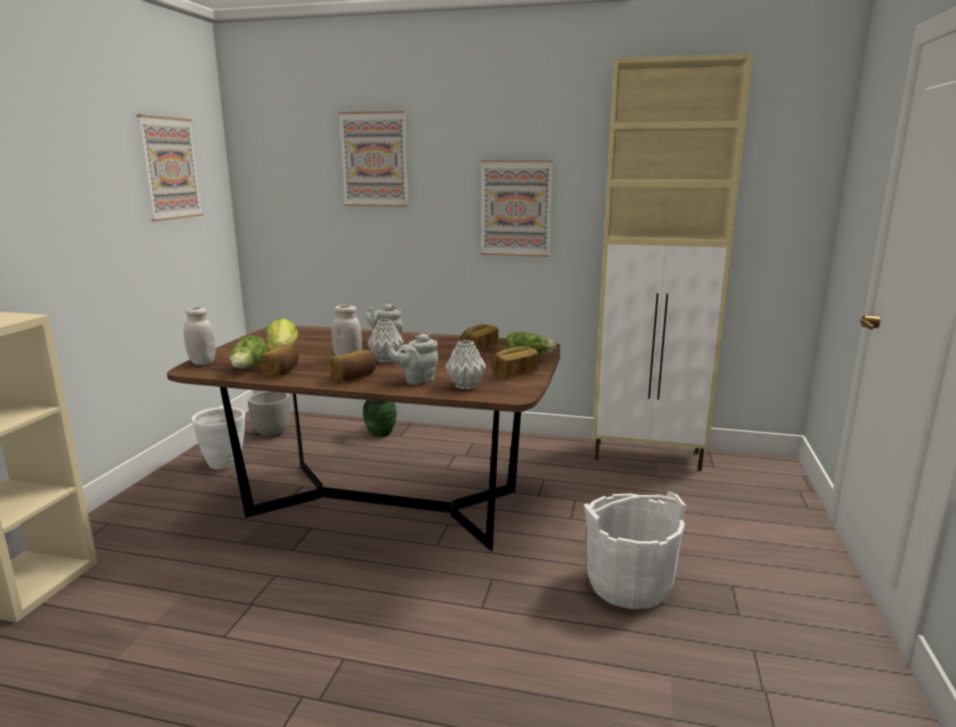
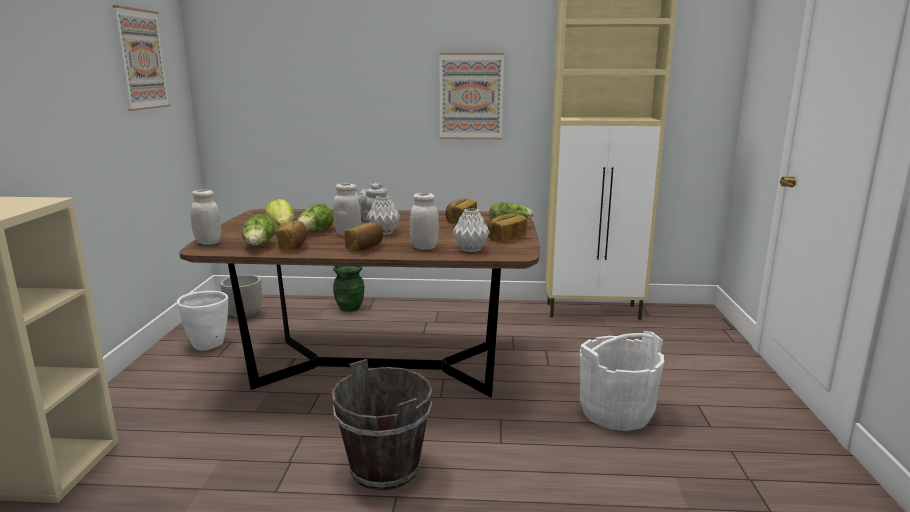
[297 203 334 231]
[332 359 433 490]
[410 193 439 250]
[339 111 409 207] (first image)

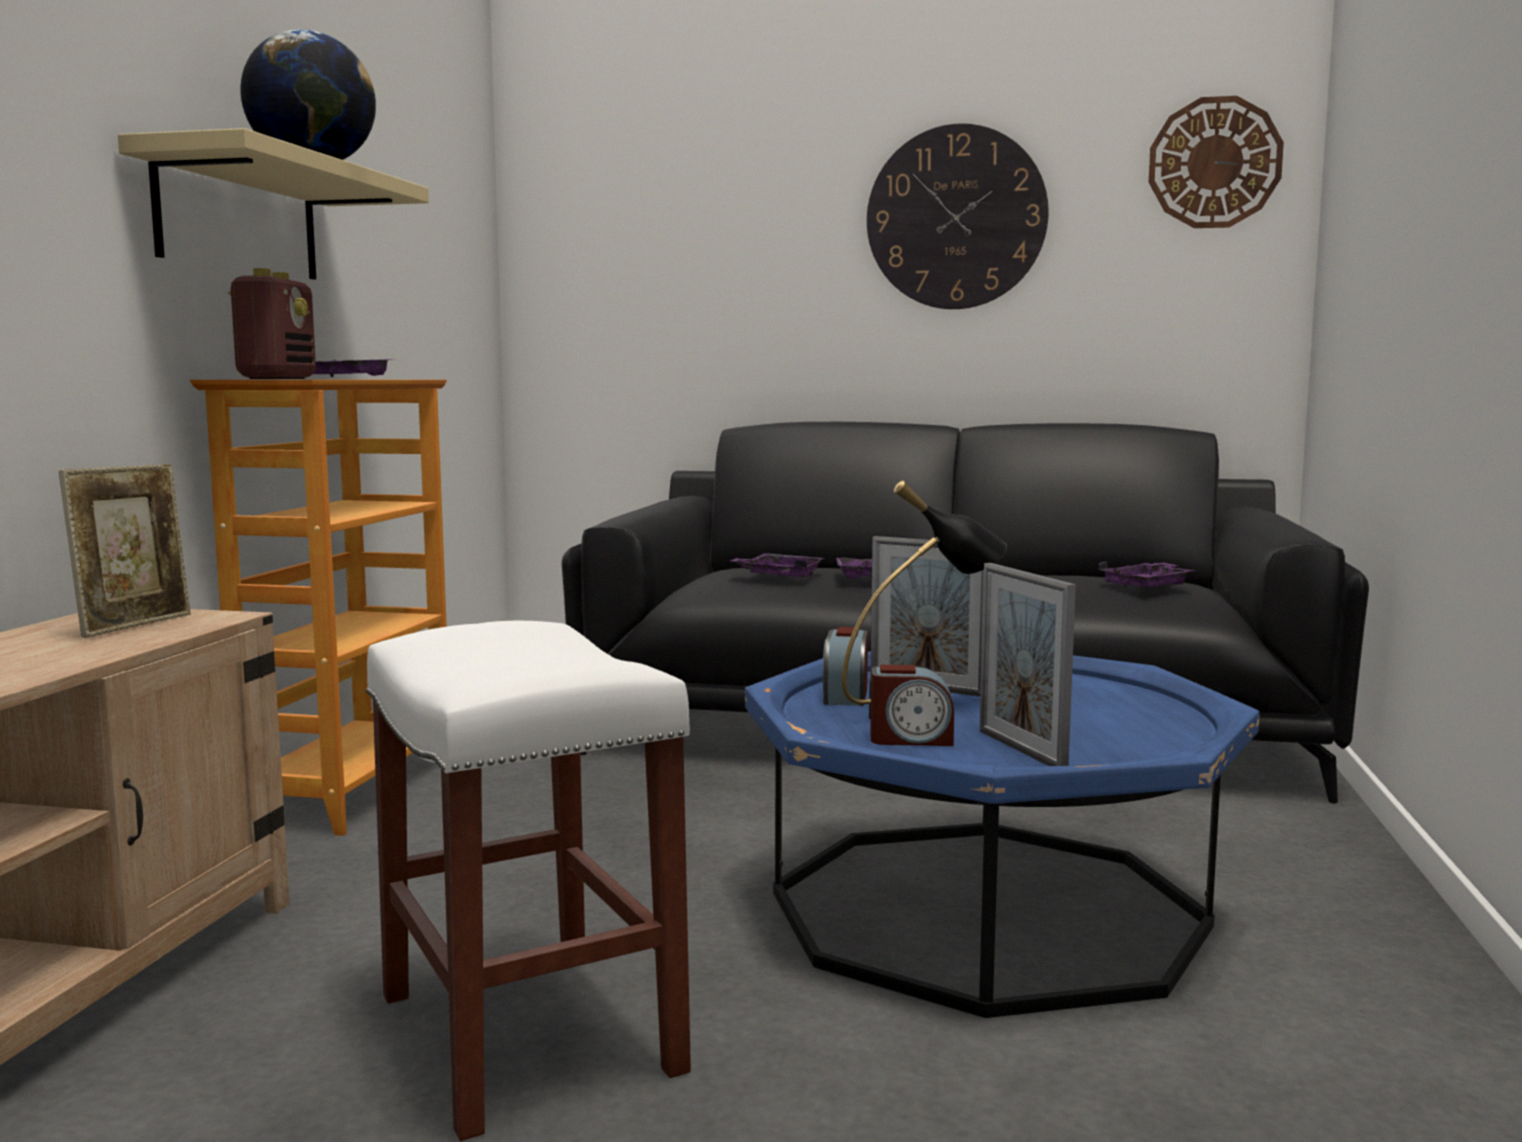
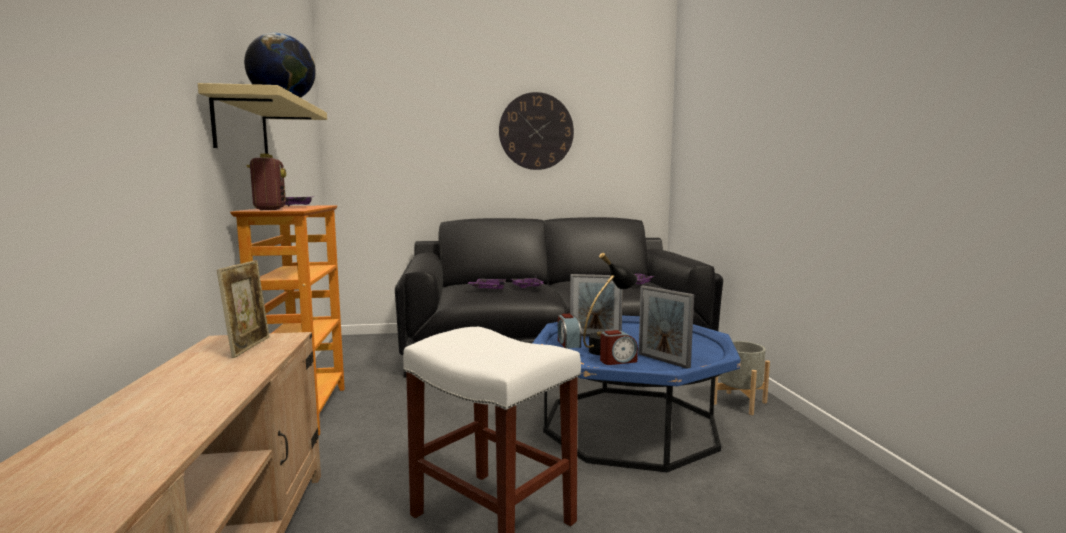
[714 341 770 415]
[1149 96 1284 228] (first image)

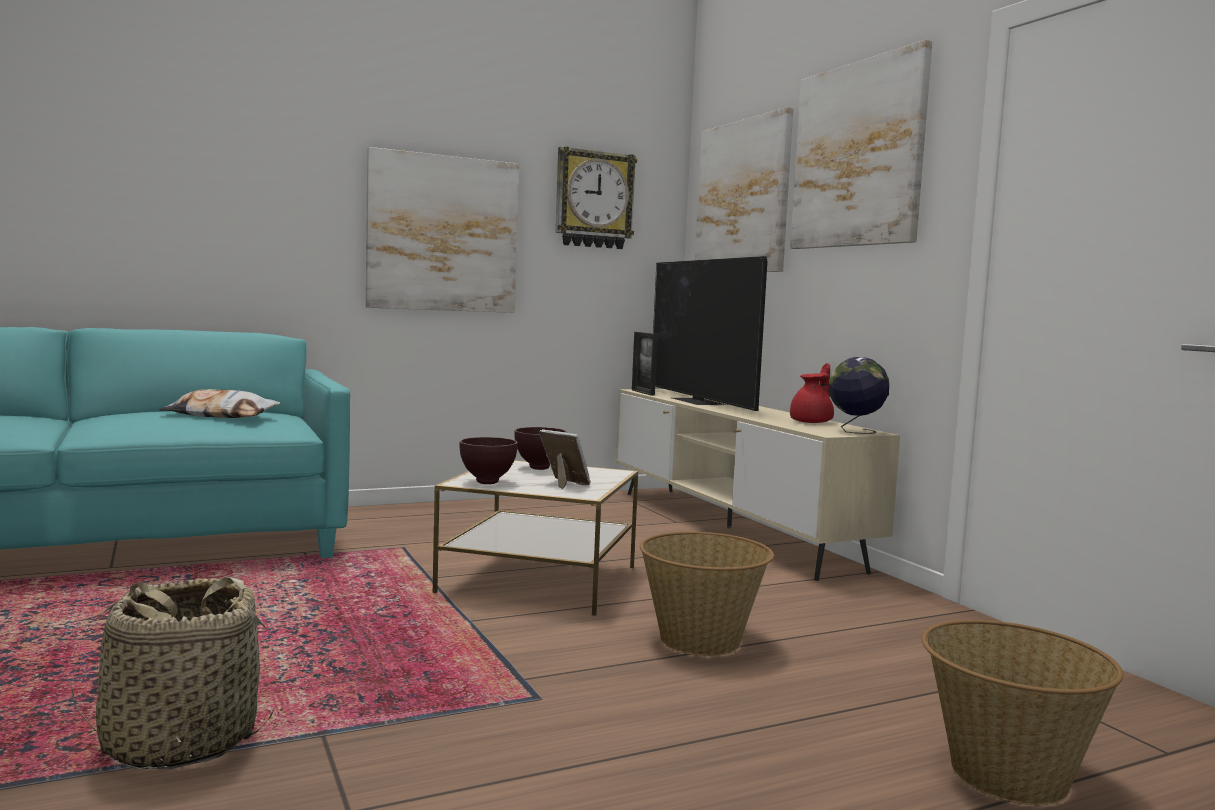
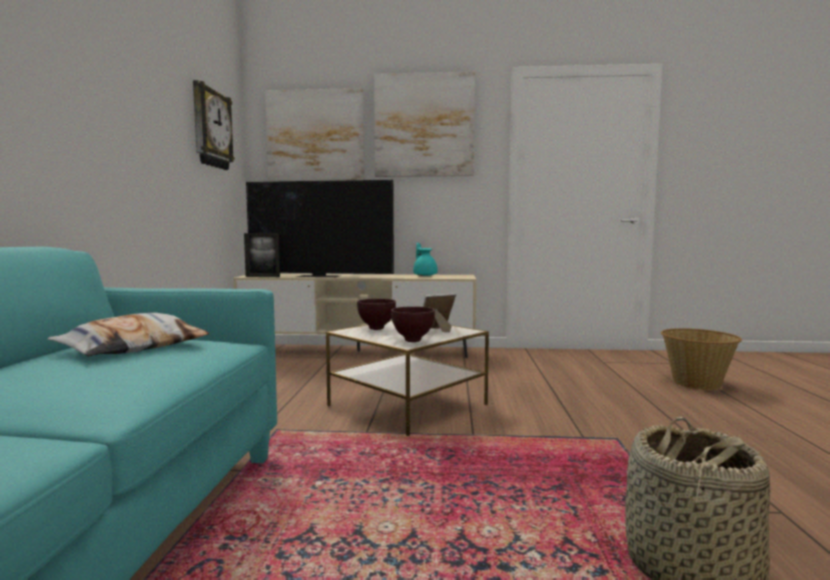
[413 242 438 276]
[366 147 519 313] (first image)
[640 532 774 656] (first image)
[829 357 889 434] (first image)

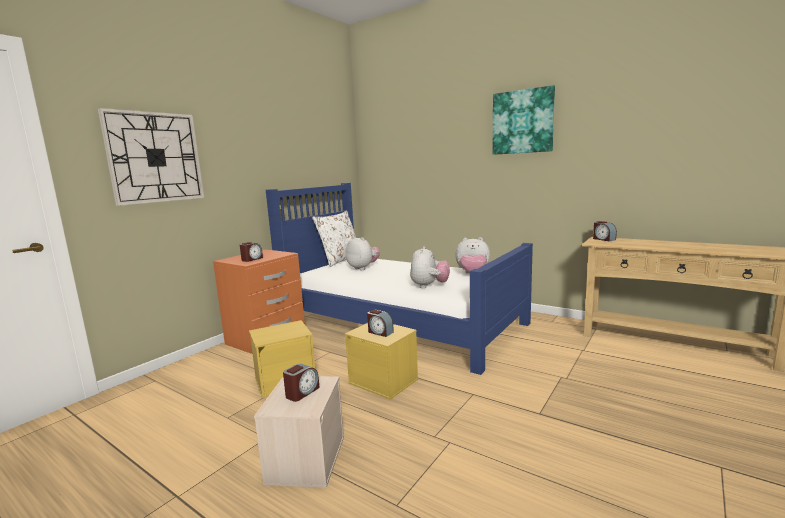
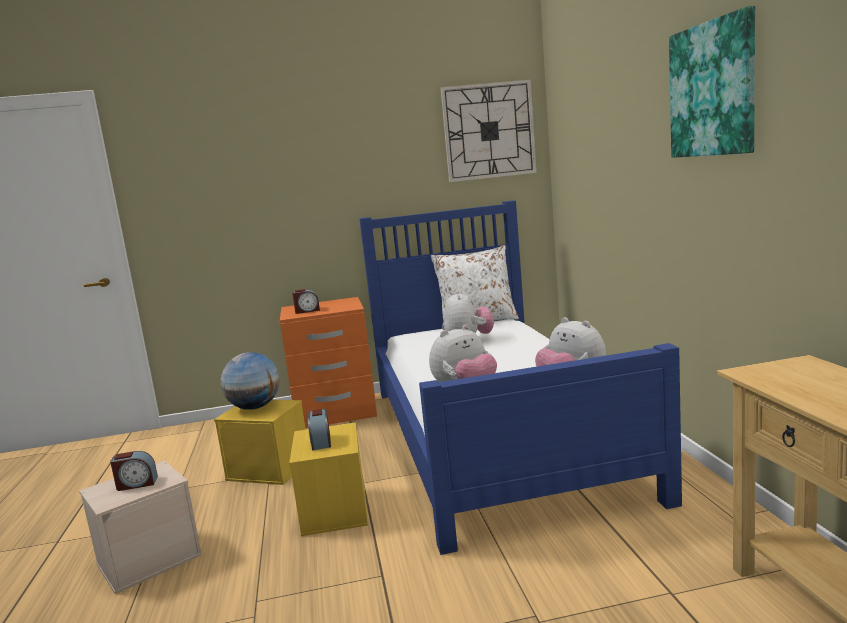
[221 352 280 410]
[441 80 537 182]
[593 221 617 241] (first image)

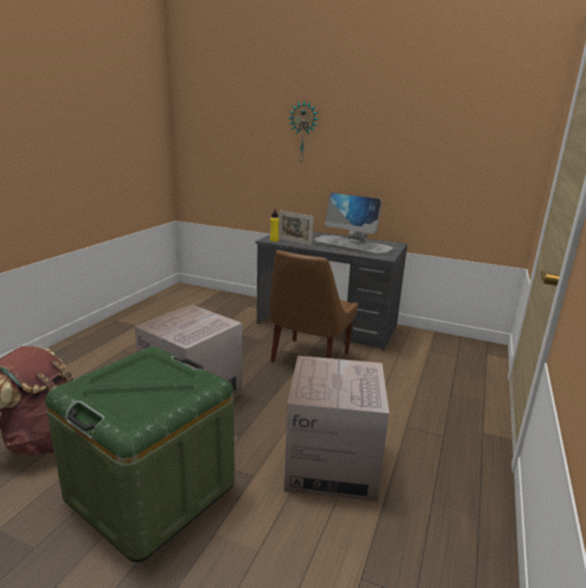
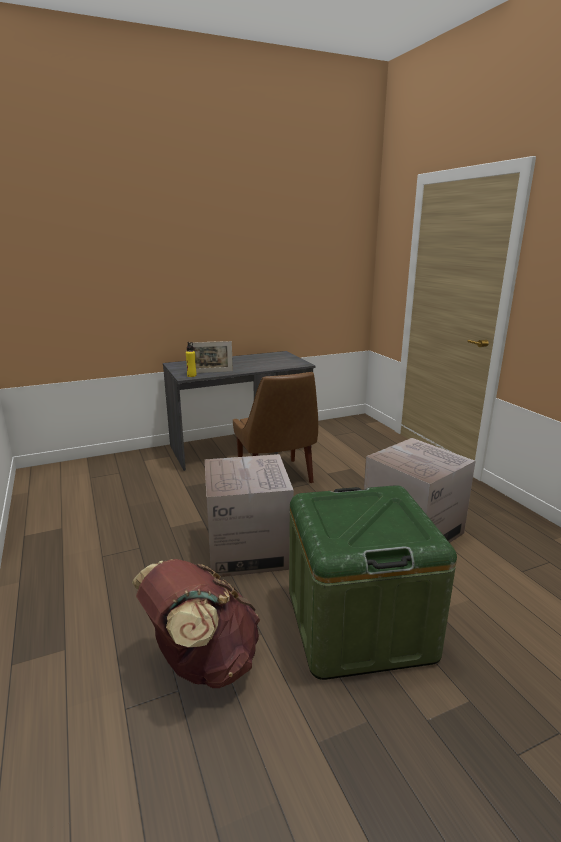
[288 100 318 164] (first image)
[314 193 394 257] (first image)

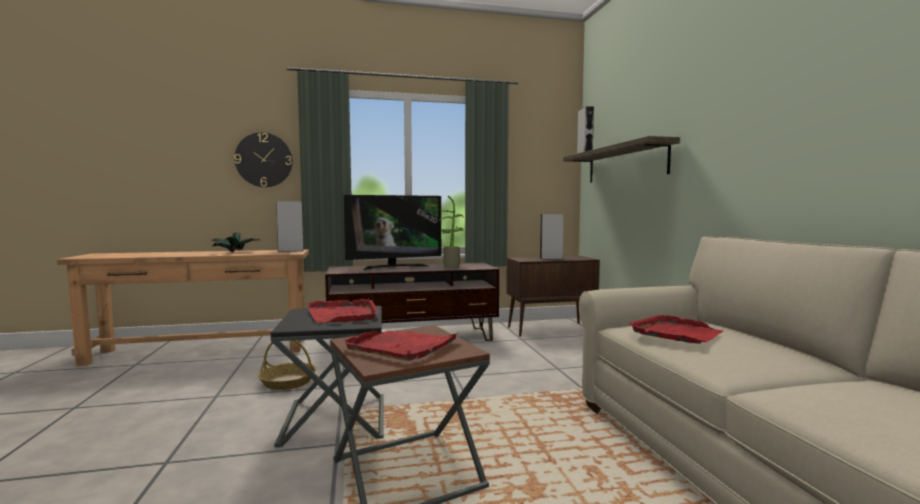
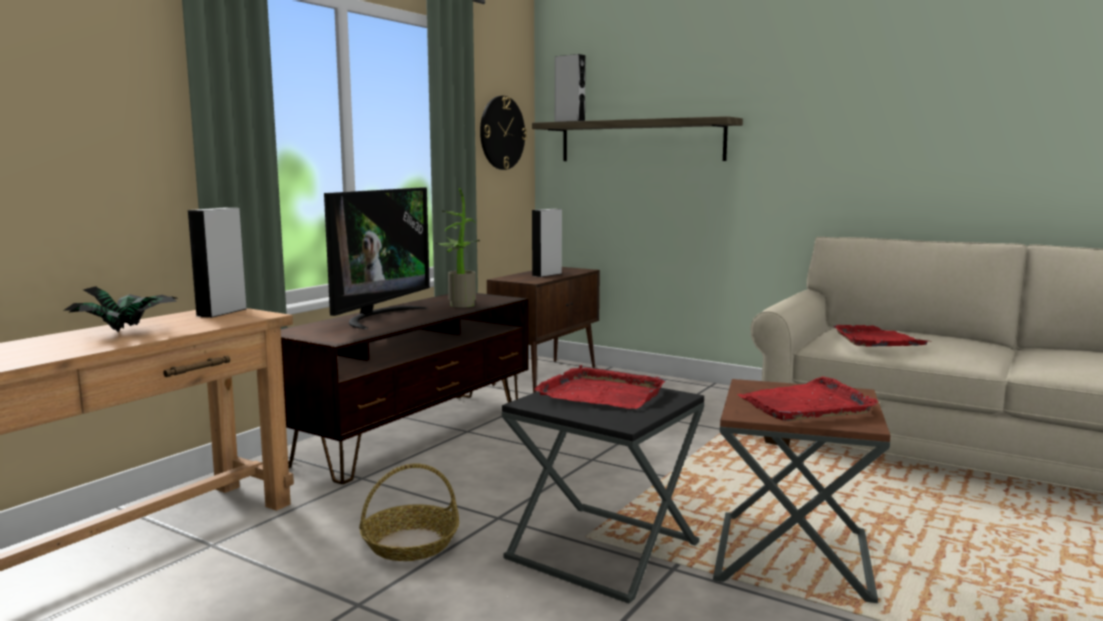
[480 96 527 170]

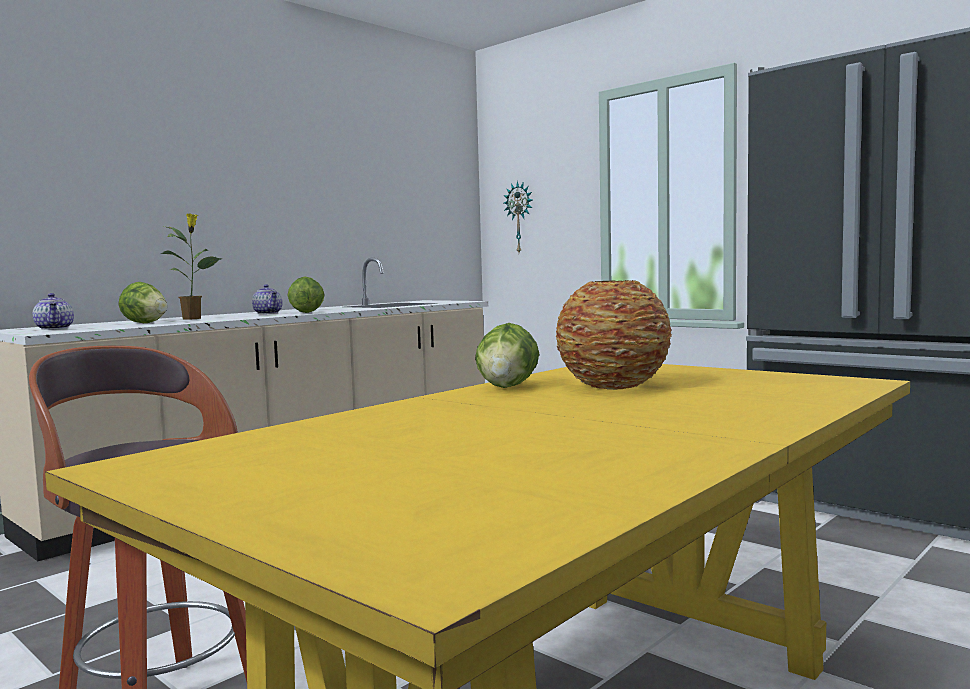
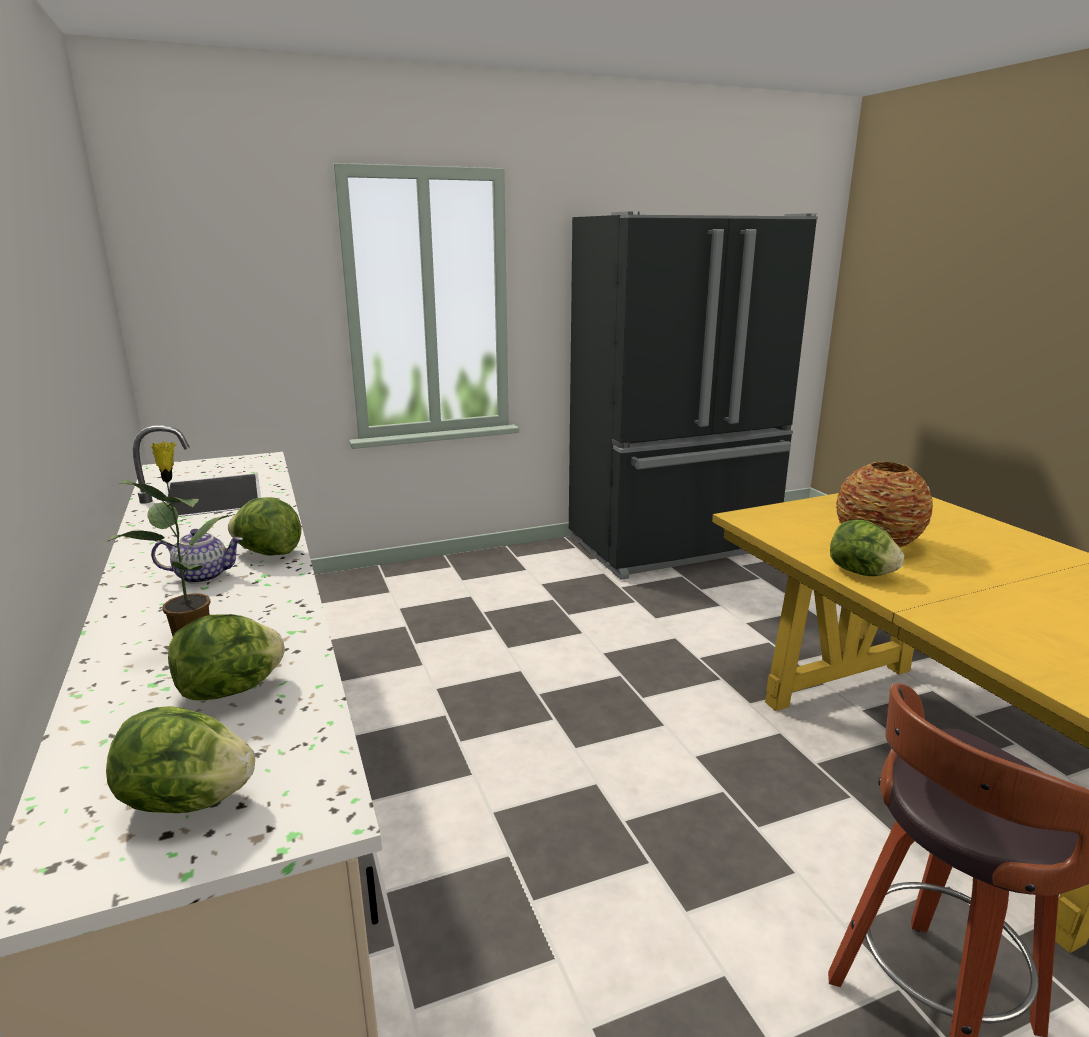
[106 706 255 813]
[504 181 532 253] (first image)

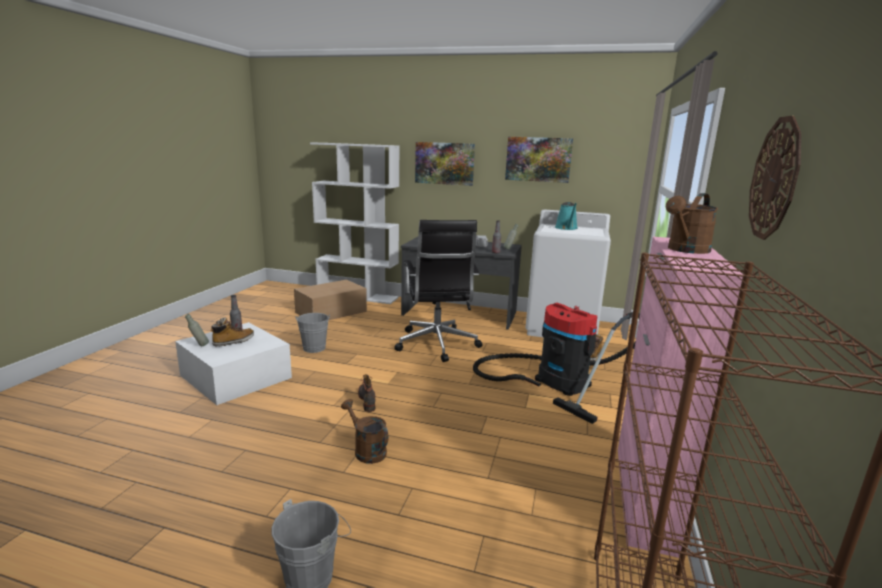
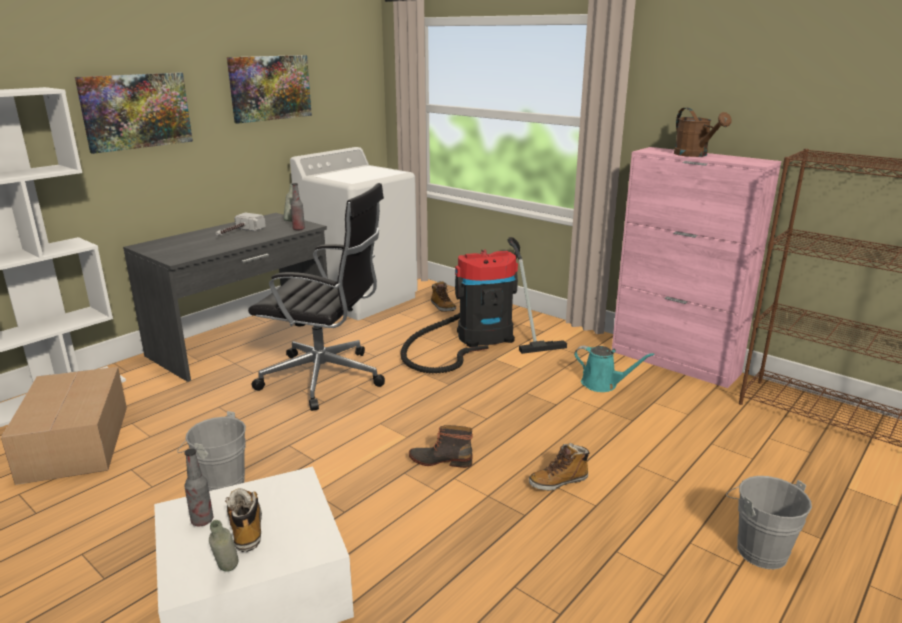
[529 443 589 491]
[574 346 654 392]
[749 116 801 240] (first image)

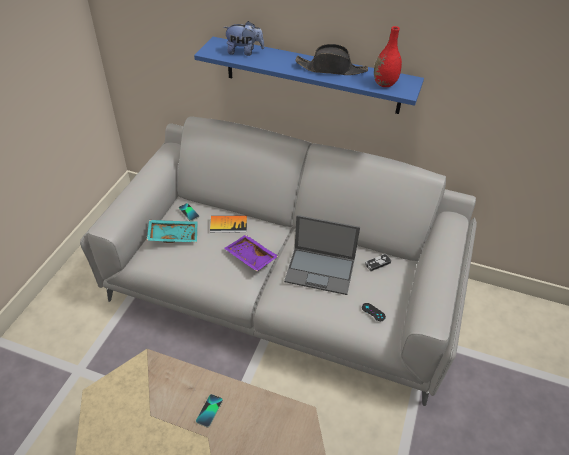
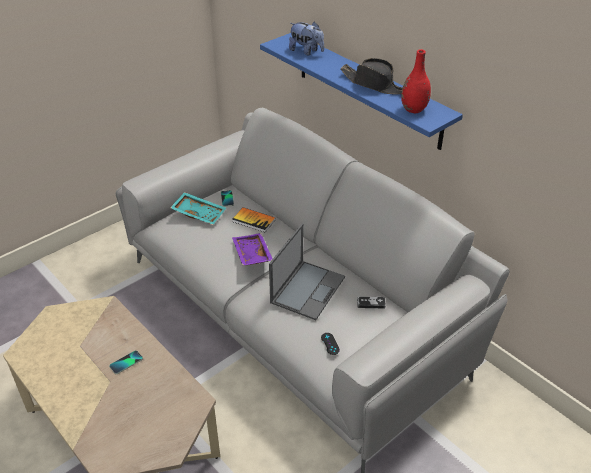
[269 224 345 320]

